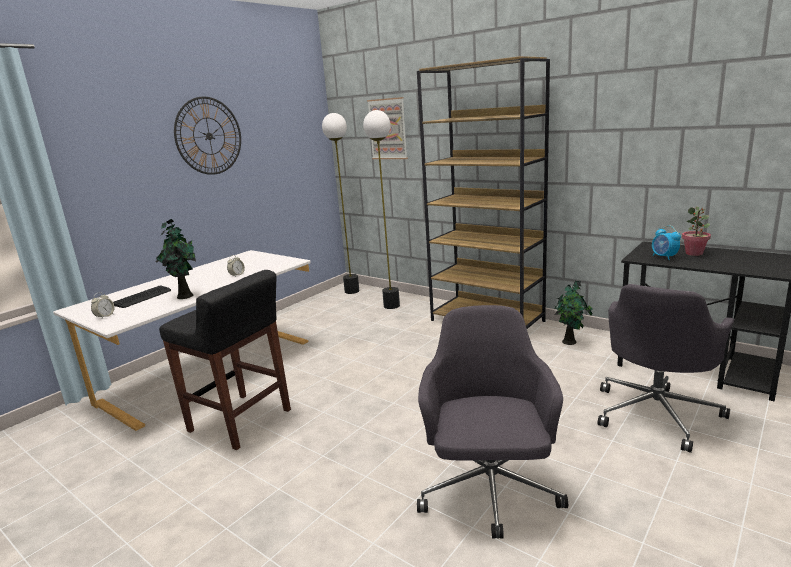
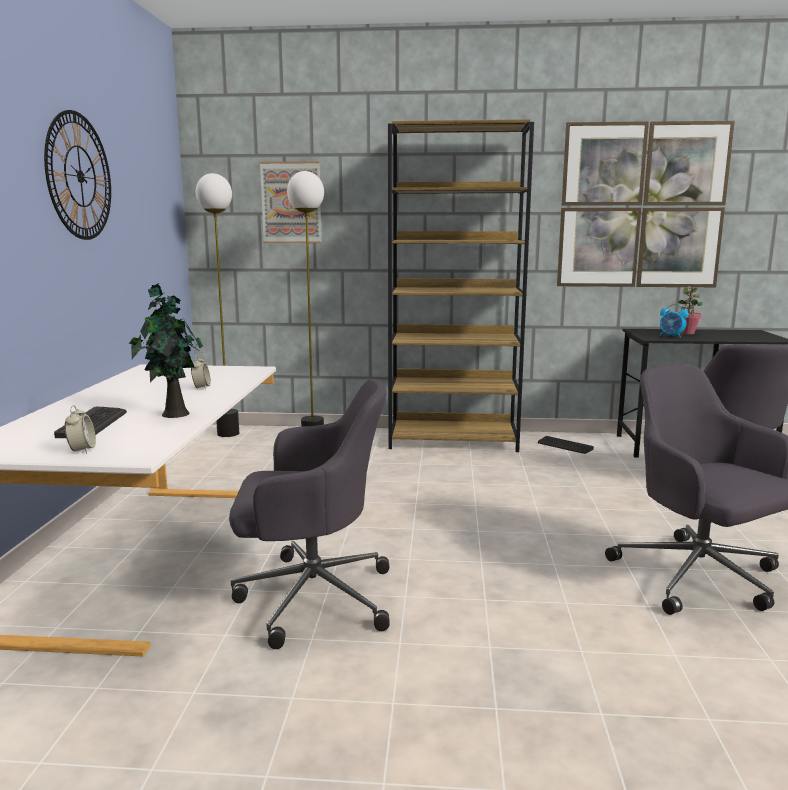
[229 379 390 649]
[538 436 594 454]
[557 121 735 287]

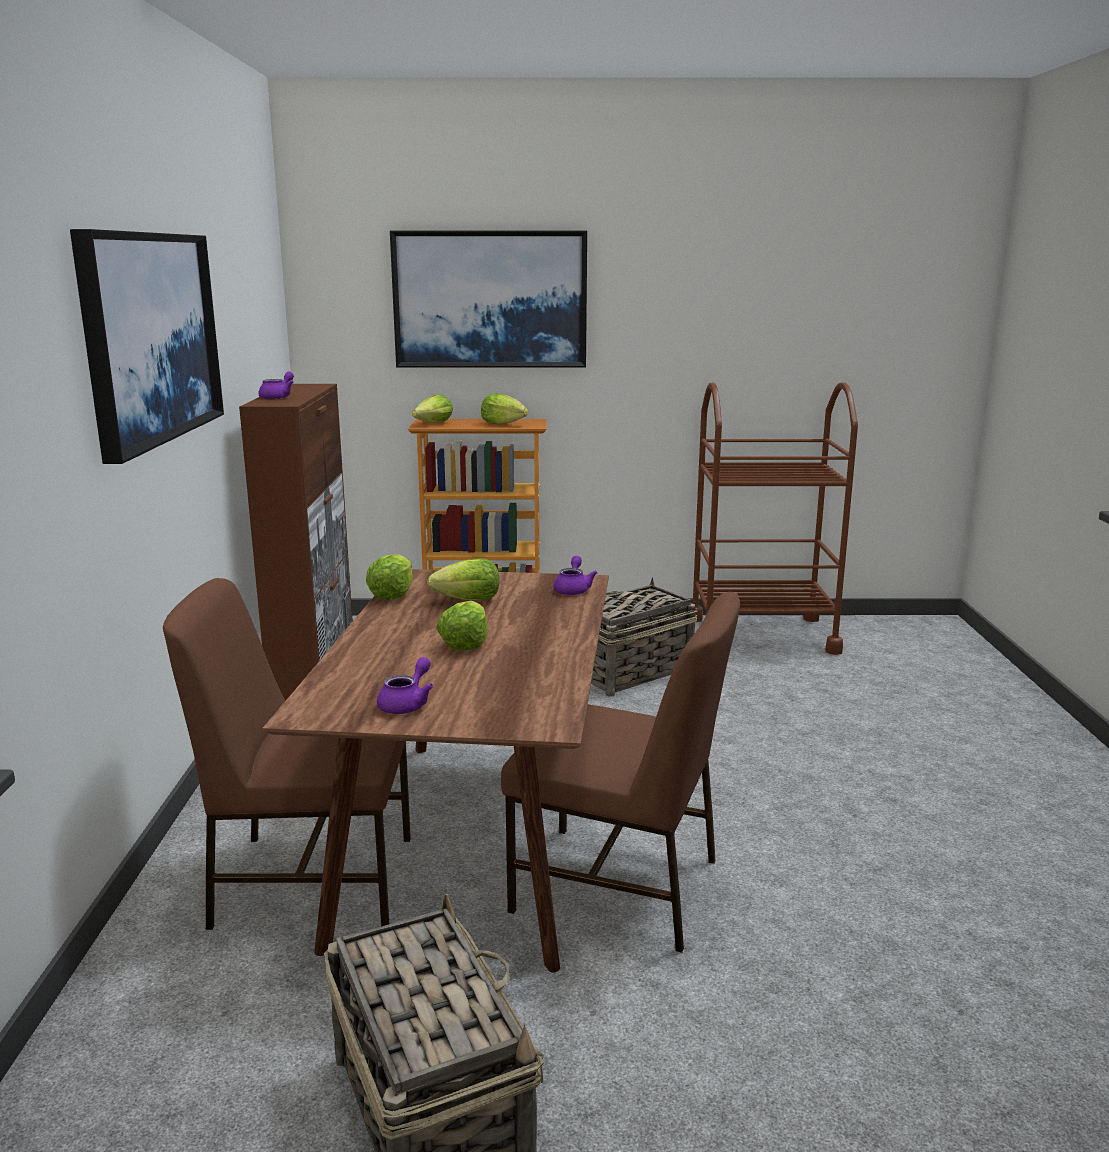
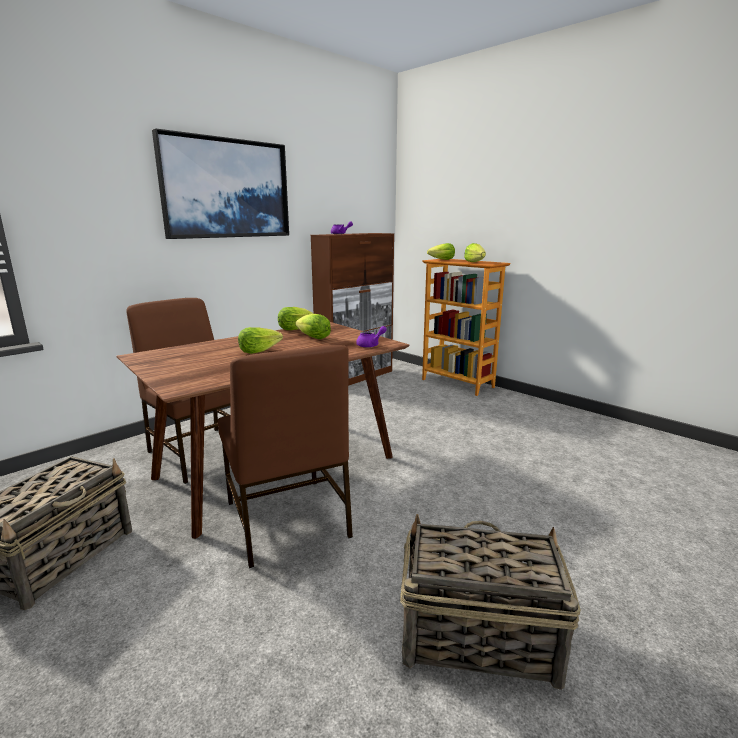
[400 514 581 690]
[377 657 433 714] (first image)
[390 231 587 368] (first image)
[693 382 858 655] (first image)

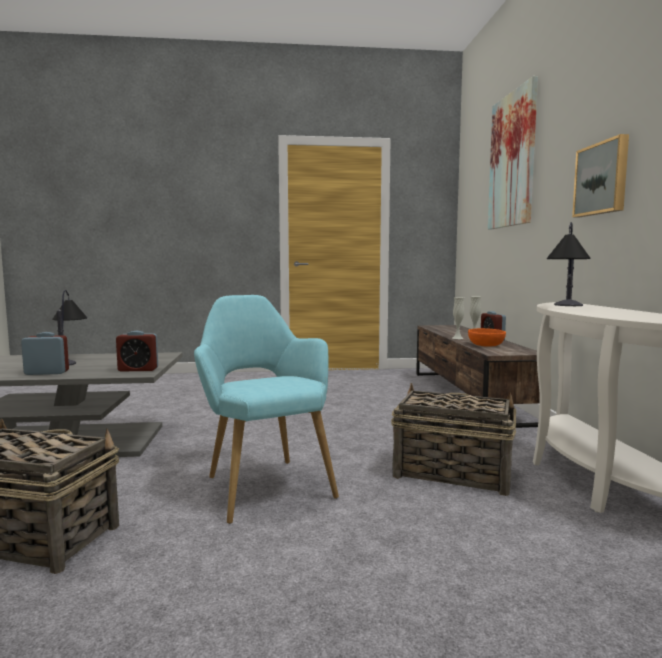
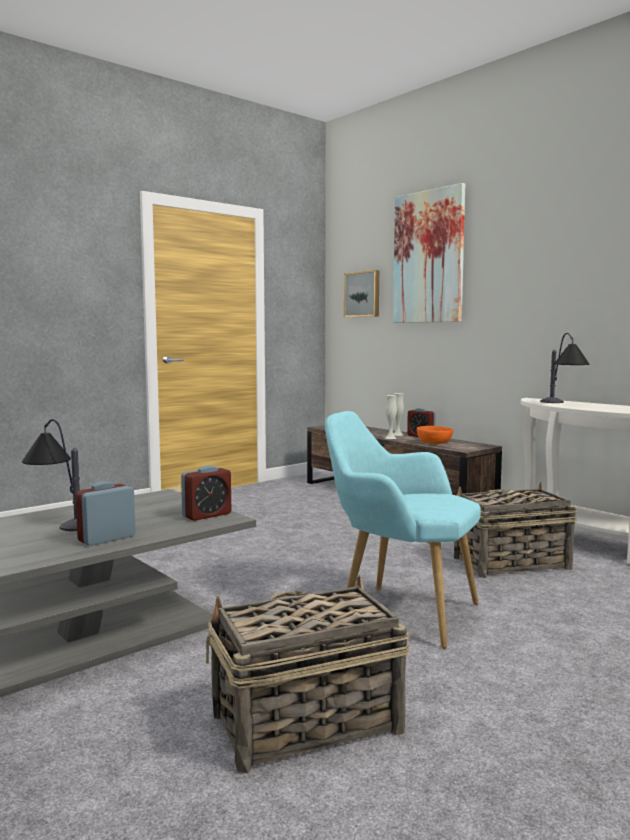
[344 270 379 317]

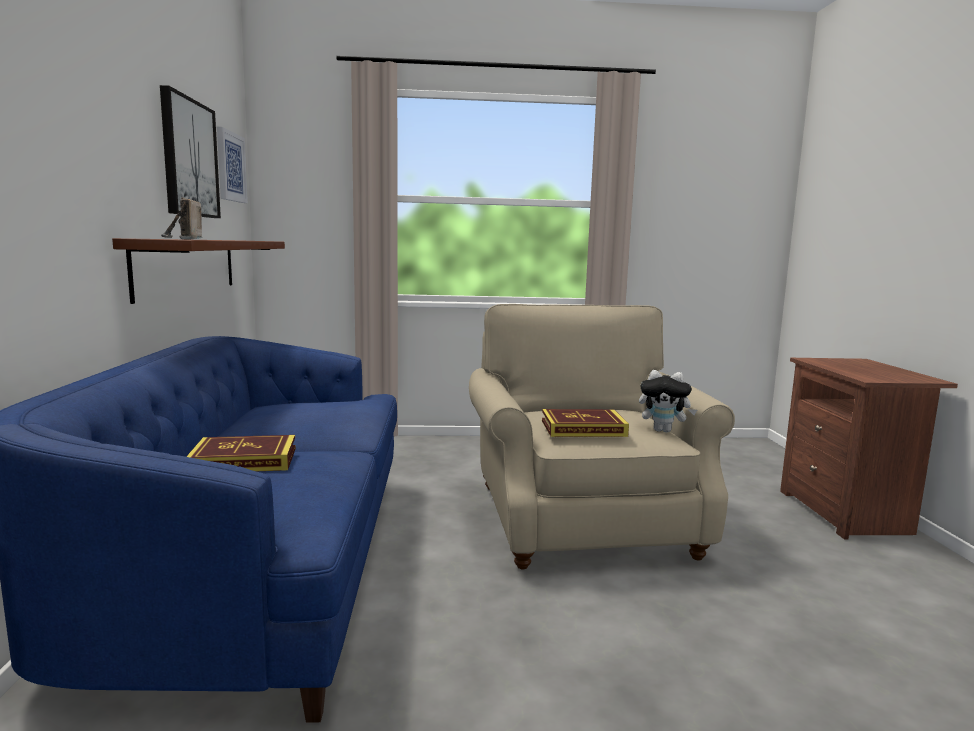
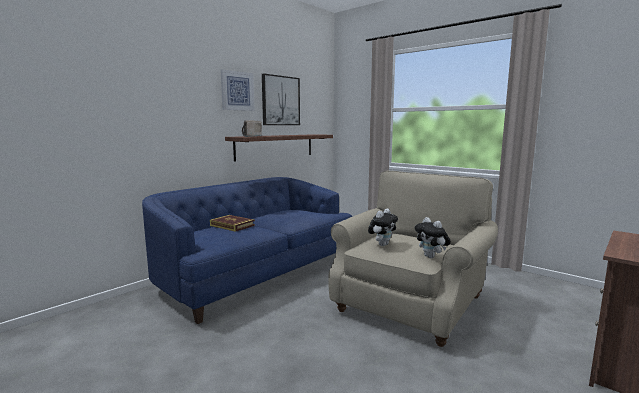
[221 70 255 111]
[368 209 398 246]

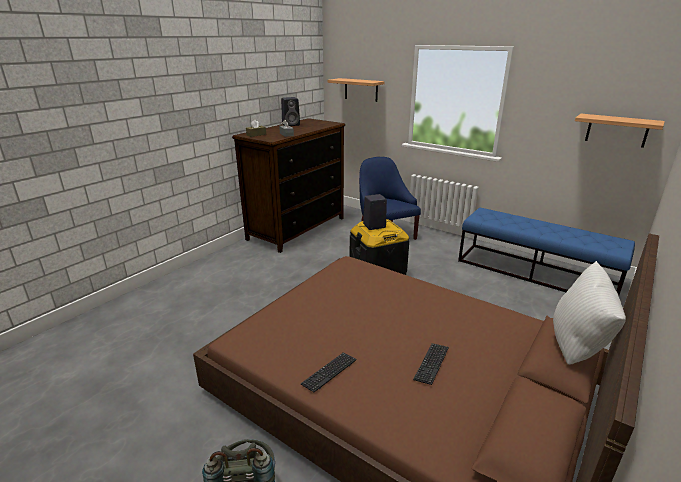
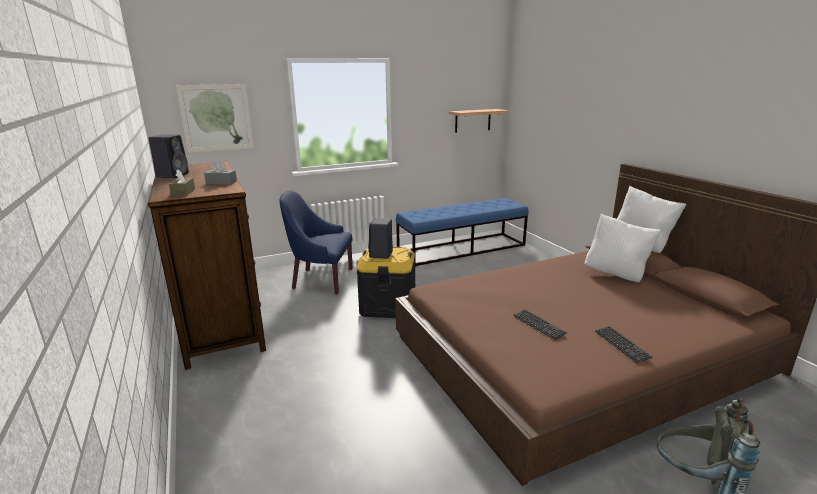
[176 84 254 153]
[513 310 567 340]
[585 213 661 282]

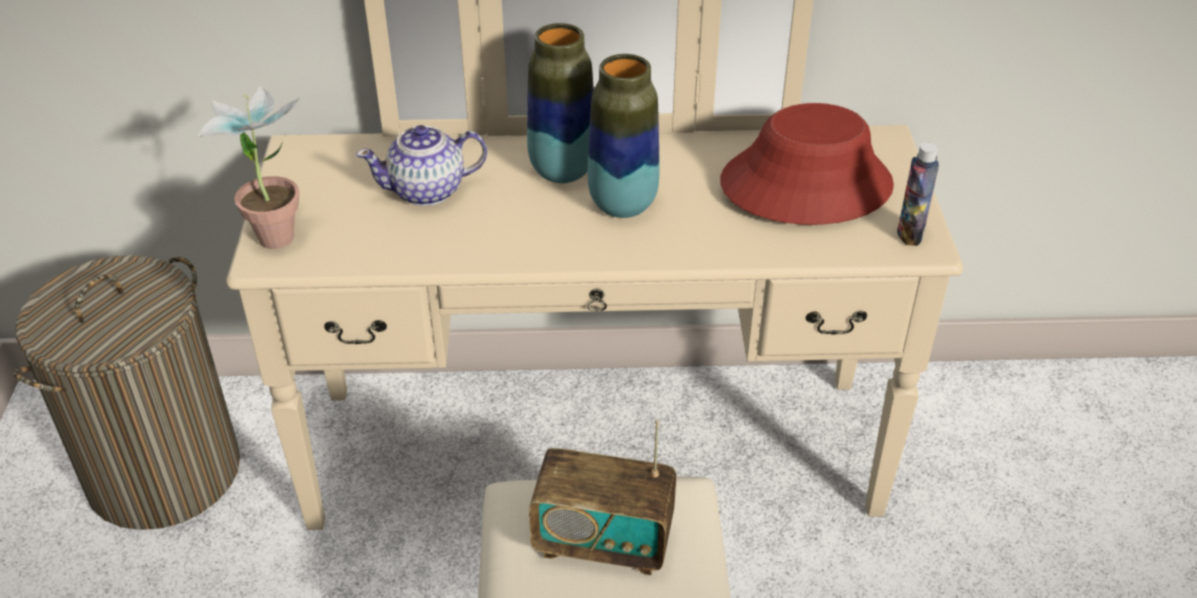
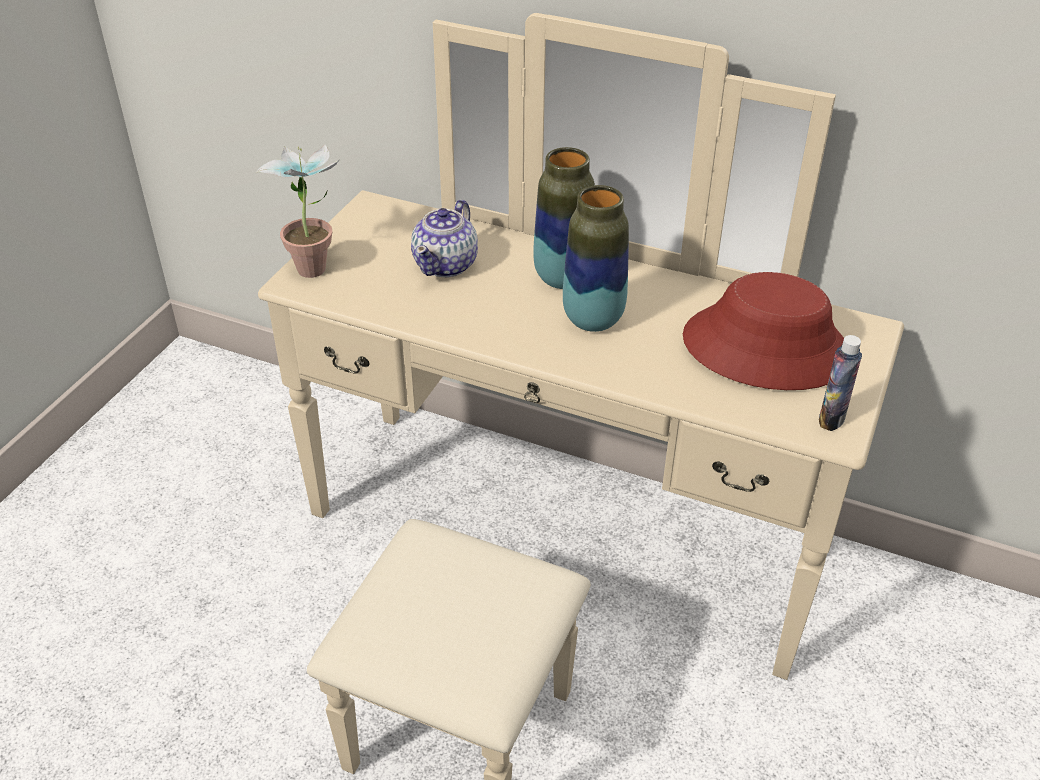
[411 199 478 277]
[13 255 240 530] (first image)
[529 419 676 575] (first image)

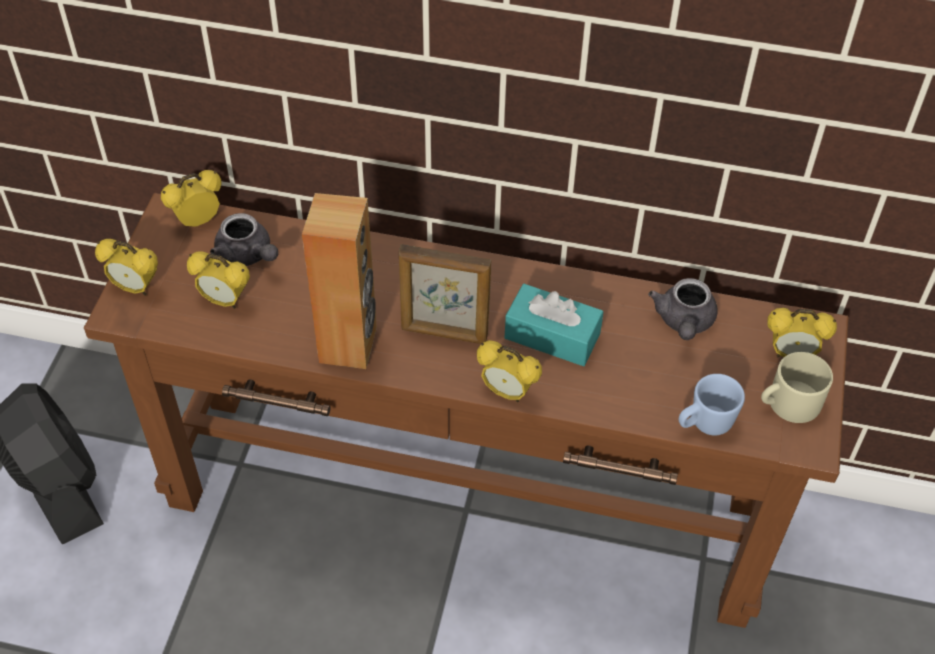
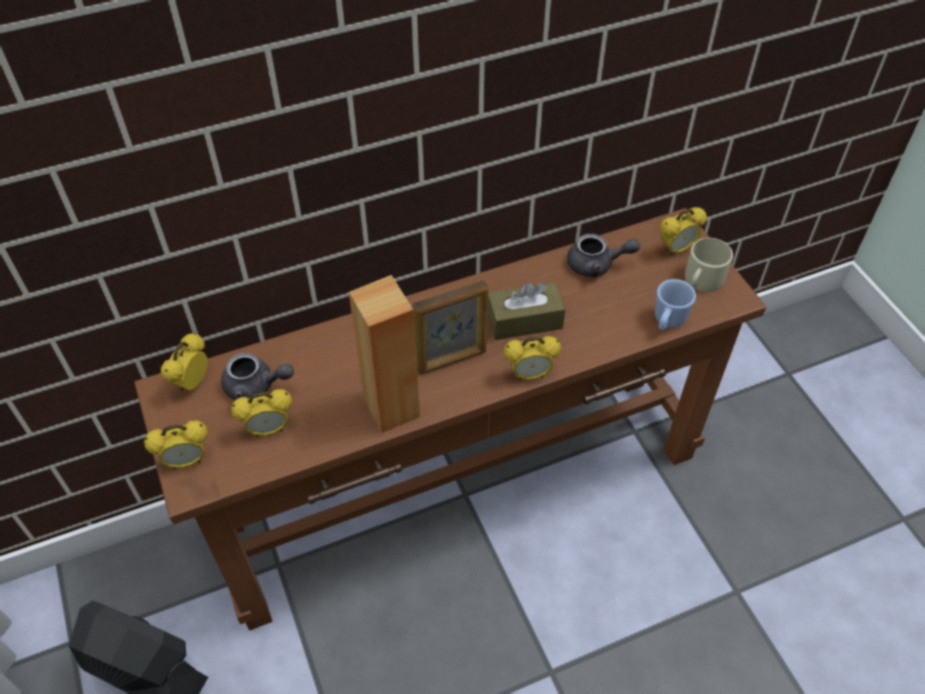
[488 282 565 340]
[567 234 640 277]

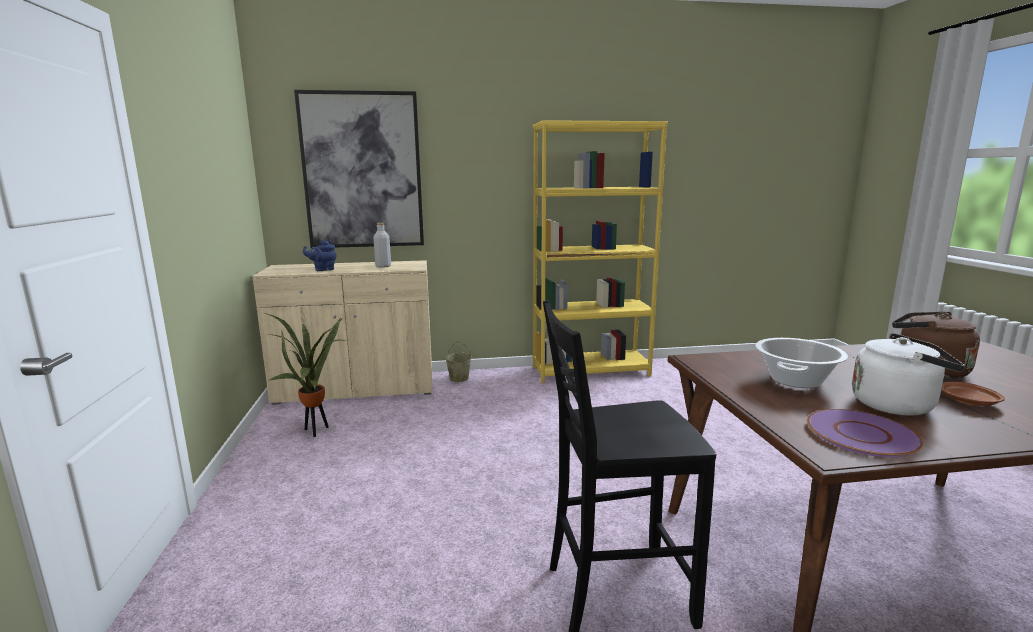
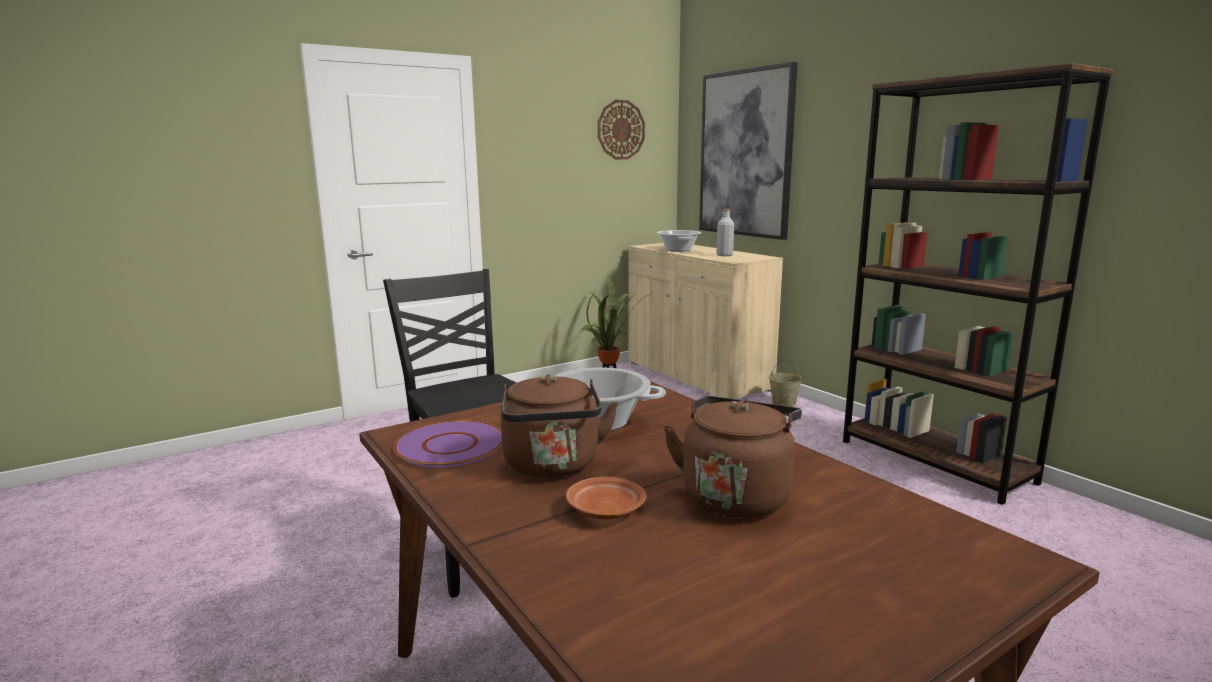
[501 374 618 477]
[598 100 645 160]
[657 230 701 252]
[843 63 1113 505]

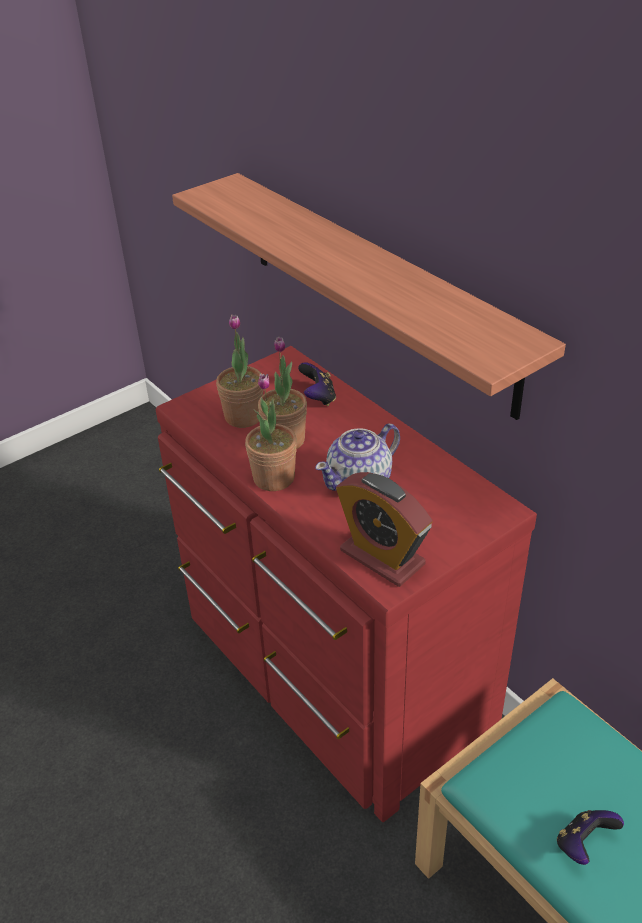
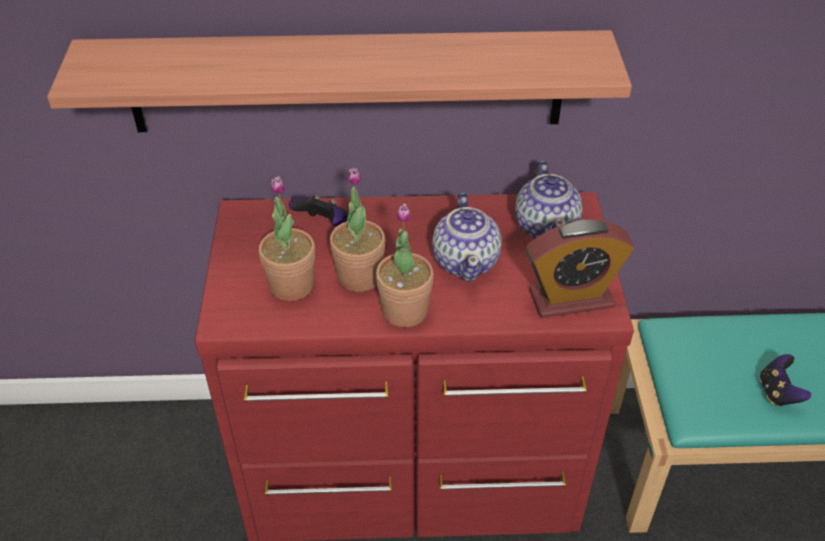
[515 161 582 239]

